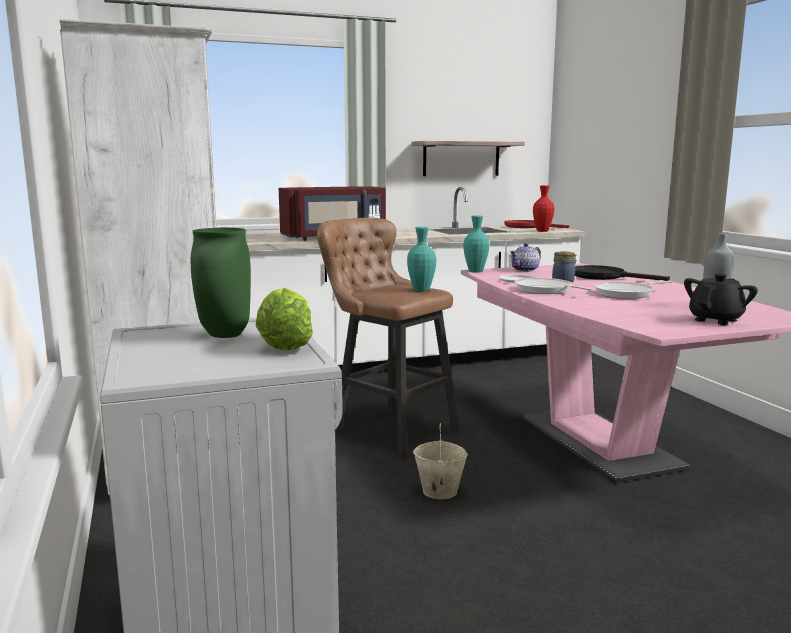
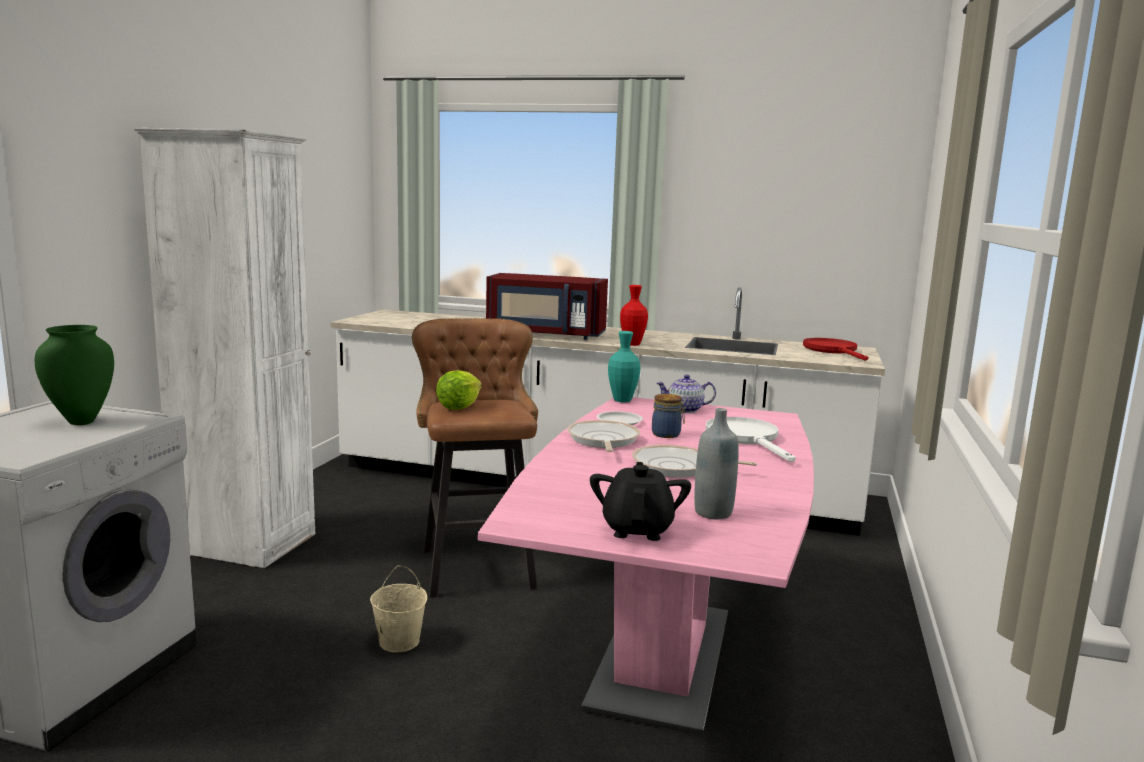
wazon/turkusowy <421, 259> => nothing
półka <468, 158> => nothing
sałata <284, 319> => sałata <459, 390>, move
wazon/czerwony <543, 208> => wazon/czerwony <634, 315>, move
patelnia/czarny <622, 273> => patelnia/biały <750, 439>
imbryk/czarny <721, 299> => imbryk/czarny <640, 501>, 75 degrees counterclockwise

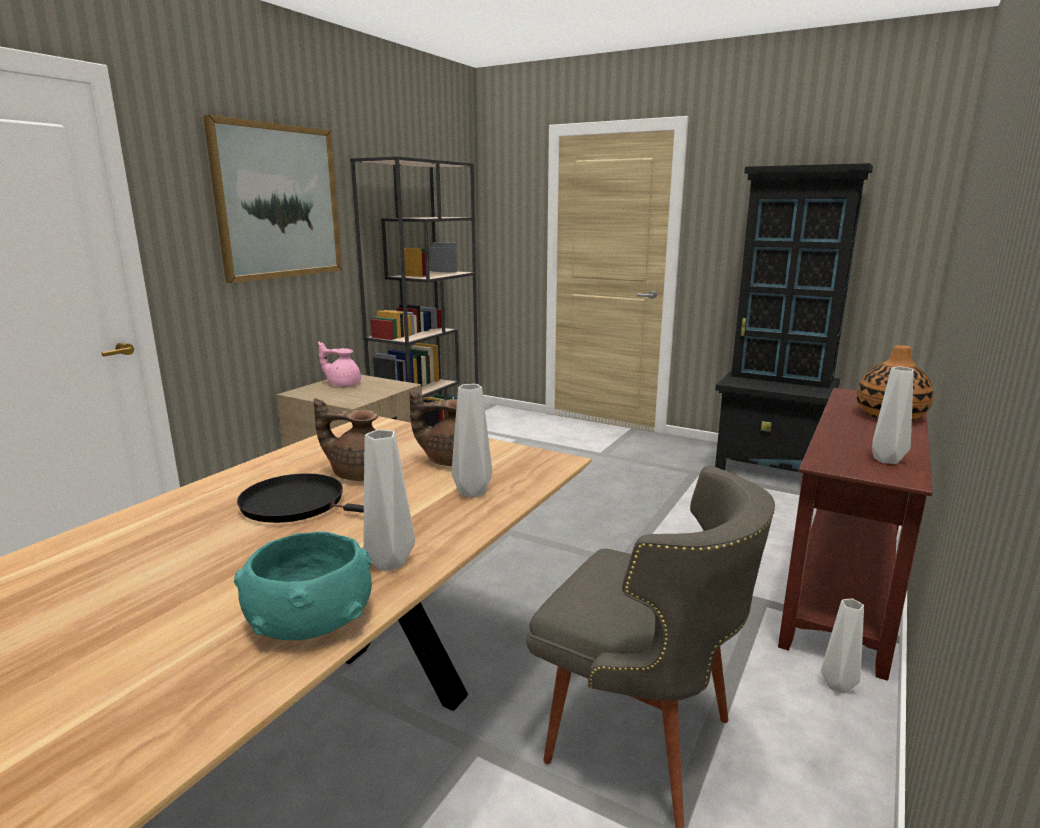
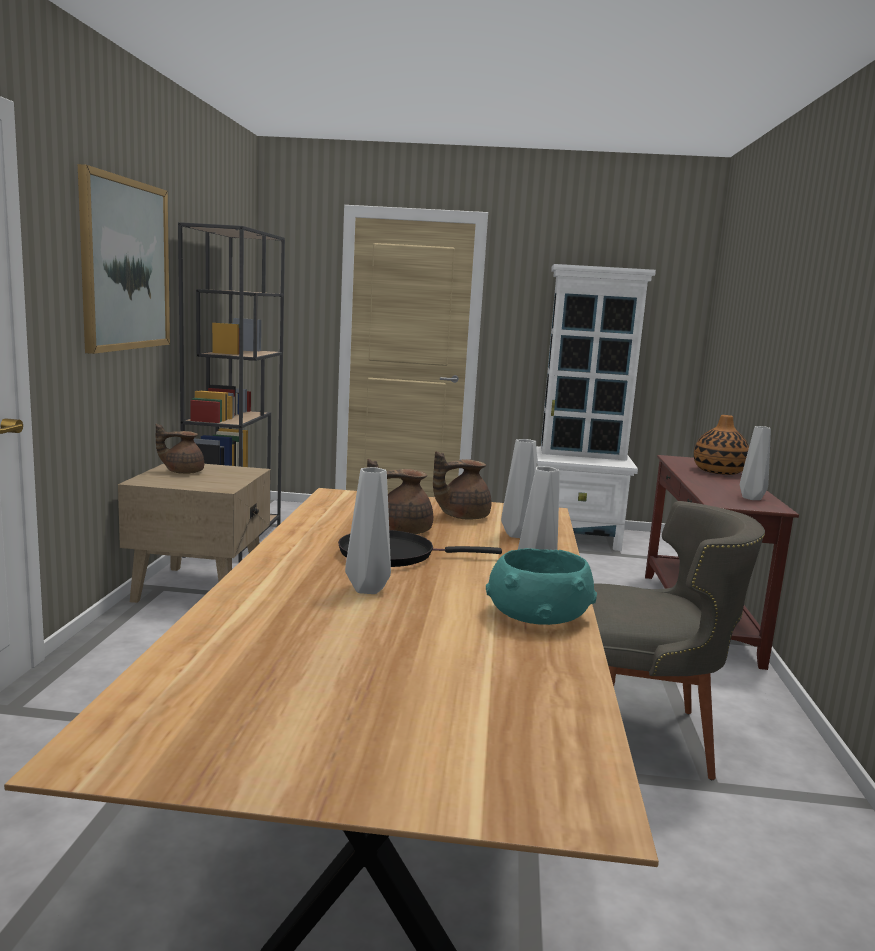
wazon/szary <842, 646> => wazon/szary <368, 530>, move
imbryk/różowy <339, 364> => imbryk/brązowy <180, 449>
szafka/czarny <794, 317> => szafka/biały <596, 407>

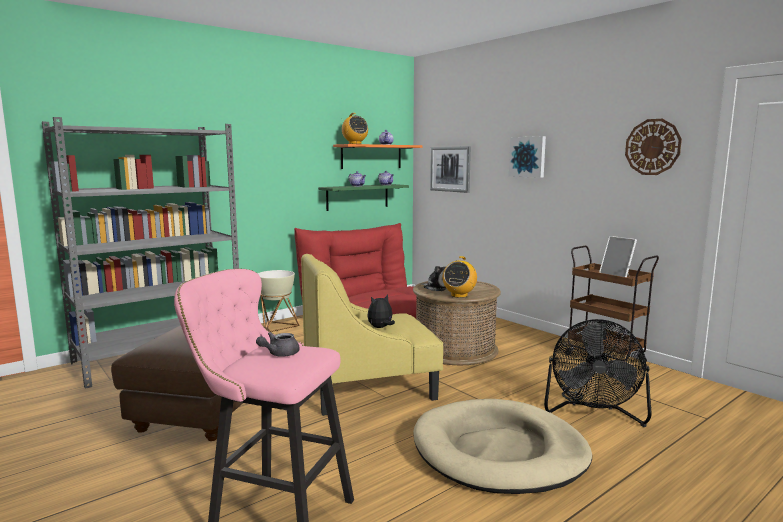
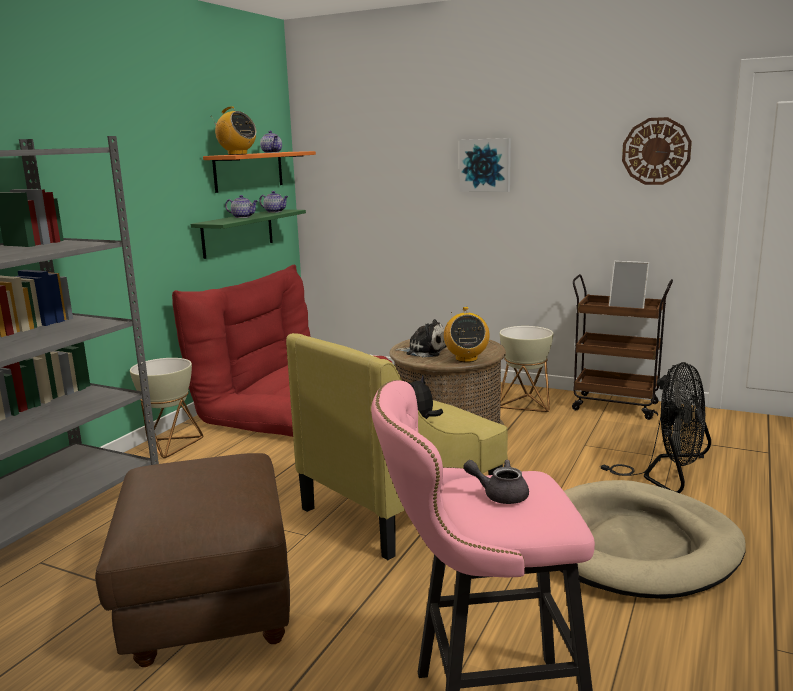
obraz <450, 169> => nothing
nothing => donica <526, 369>
imbryk/szary <278, 344> => imbryk/szary <496, 482>, 90 degrees clockwise
wentylator/czarny <598, 373> => wentylator/czarny <656, 427>, 45 degrees counterclockwise

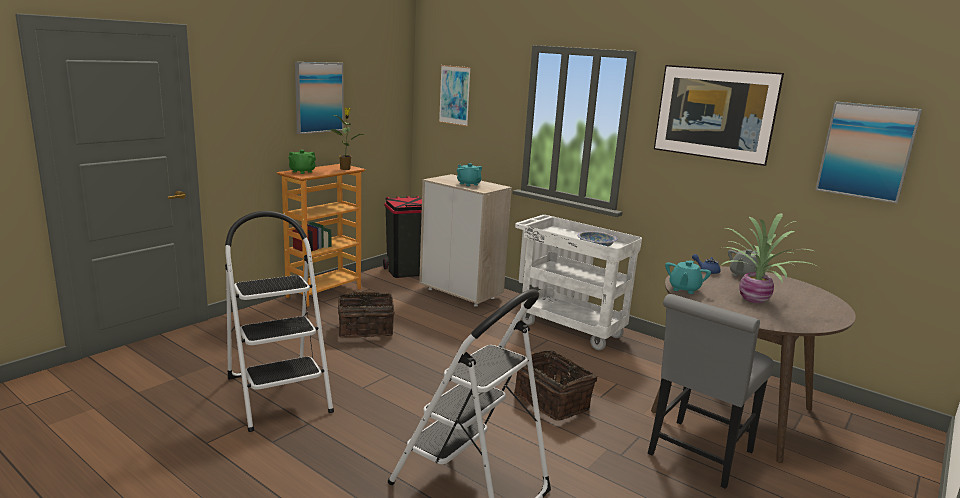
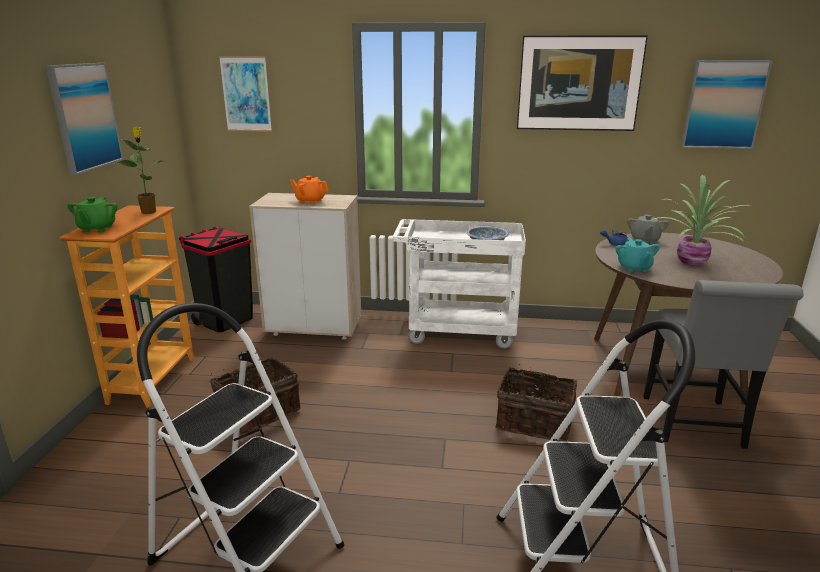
imbryk/turkusowy <469, 174> => imbryk/pomarańczowy <309, 190>

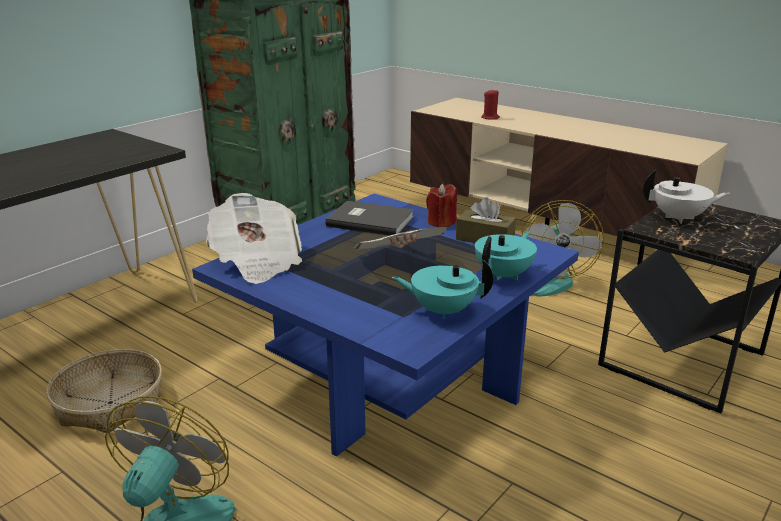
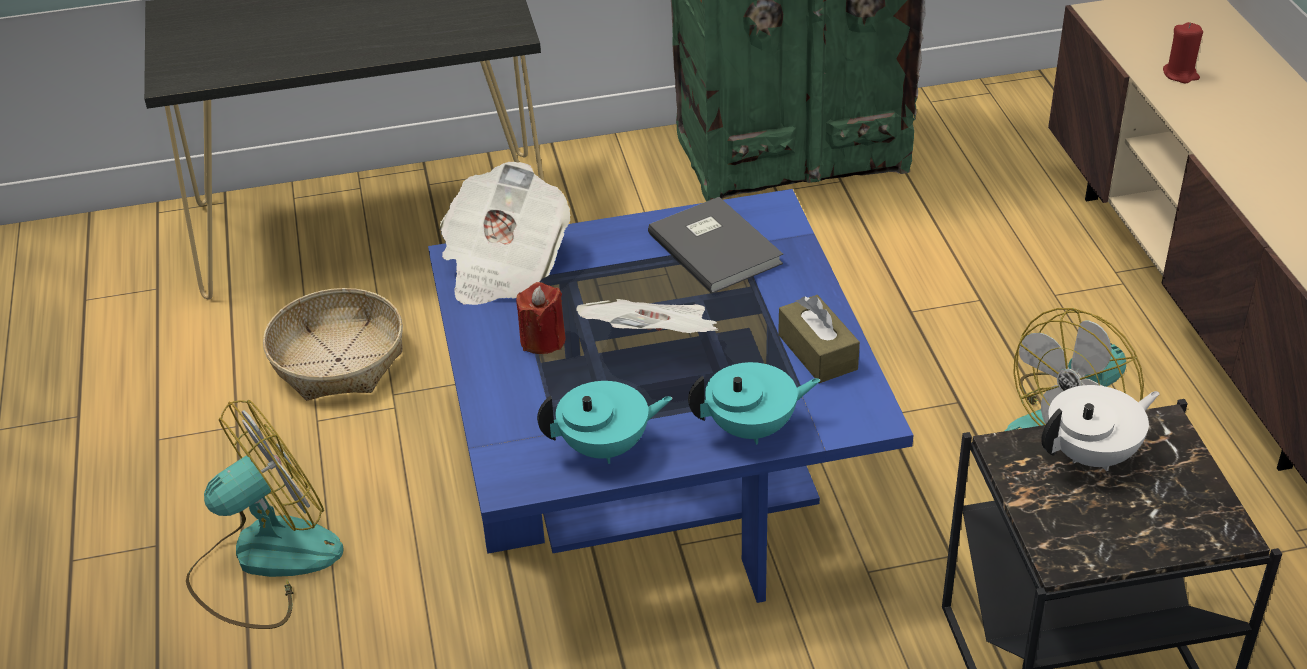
świeca/czerwony <441, 205> => świeca/czerwony <541, 318>, move
imbryk/turkusowy <442, 289> => imbryk/turkusowy <605, 422>, 120 degrees clockwise
imbryk/biały <686, 197> => imbryk/biały <1100, 428>, 75 degrees counterclockwise

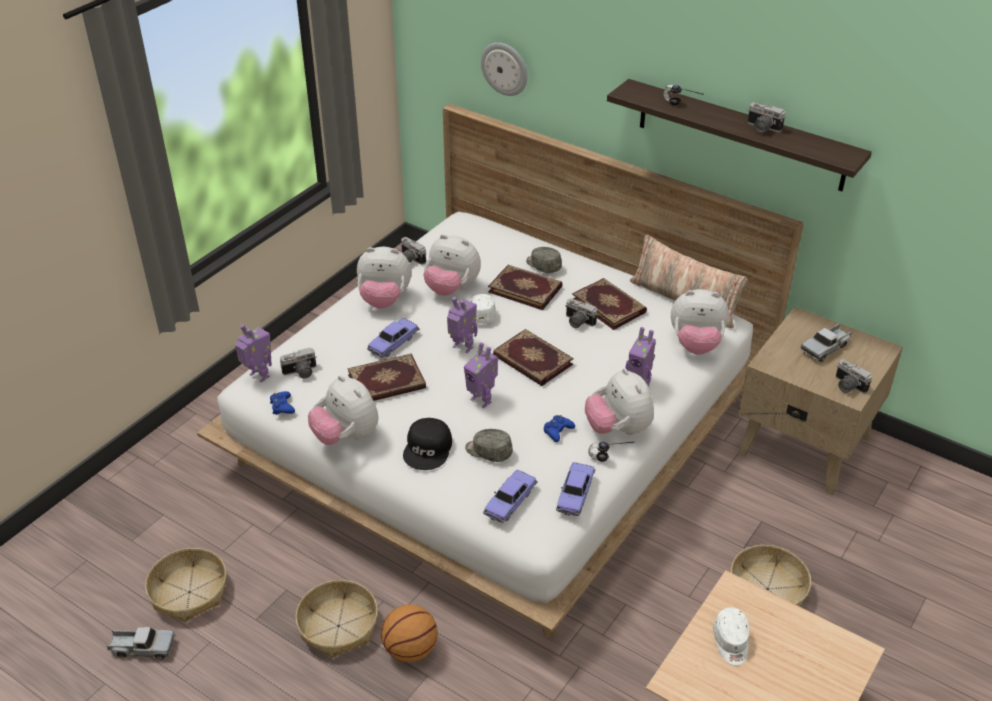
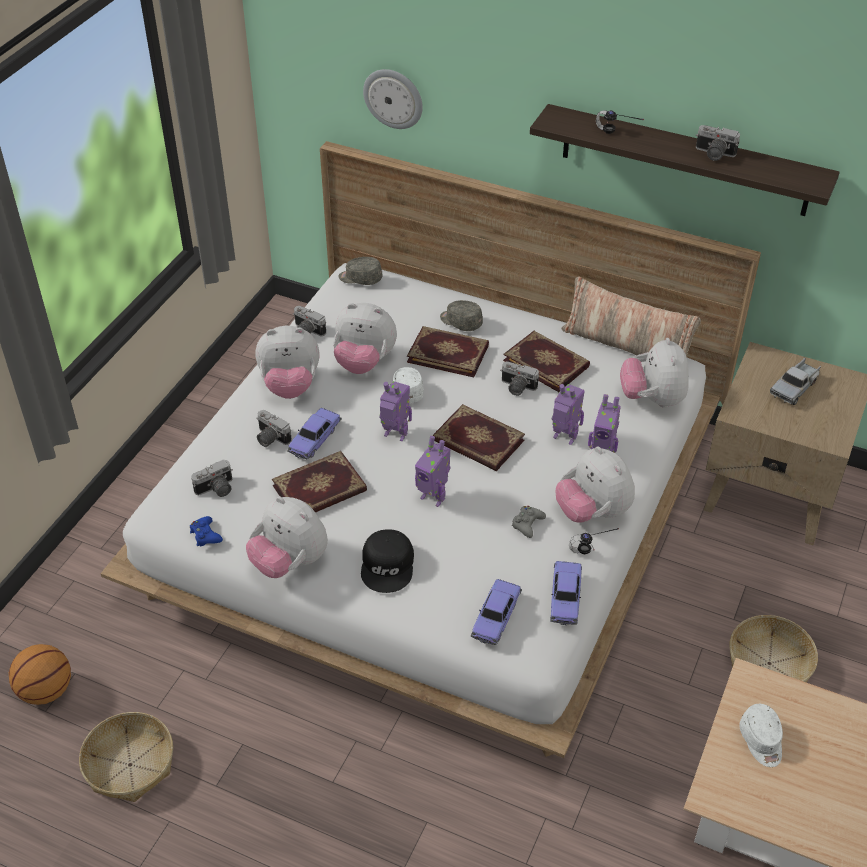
ciężarówka zabawkowa <141, 643> => nothing
koszyk <336, 619> => nothing
robot zabawkowy <253, 353> => robot zabawkowy <568, 414>, move
piłka do koszykówki <409, 633> => piłka do koszykówki <40, 674>, move
czapka z daszkiem/szary <489, 445> => czapka z daszkiem/szary <361, 271>, move
aparat fotograficzny <854, 376> => aparat fotograficzny <274, 428>, move
pad do gier/niebieski <559, 428> => pad do gier/szary <529, 522>
pluszak <700, 322> => pluszak <654, 373>, 90 degrees clockwise

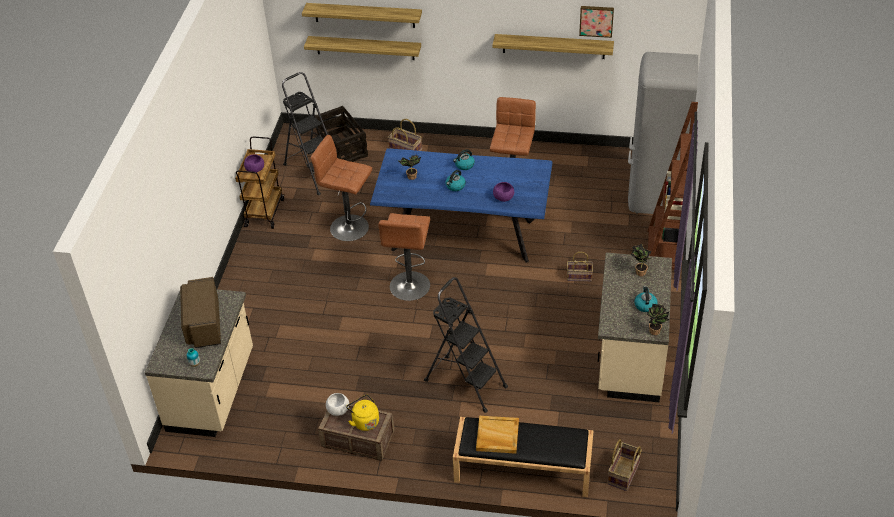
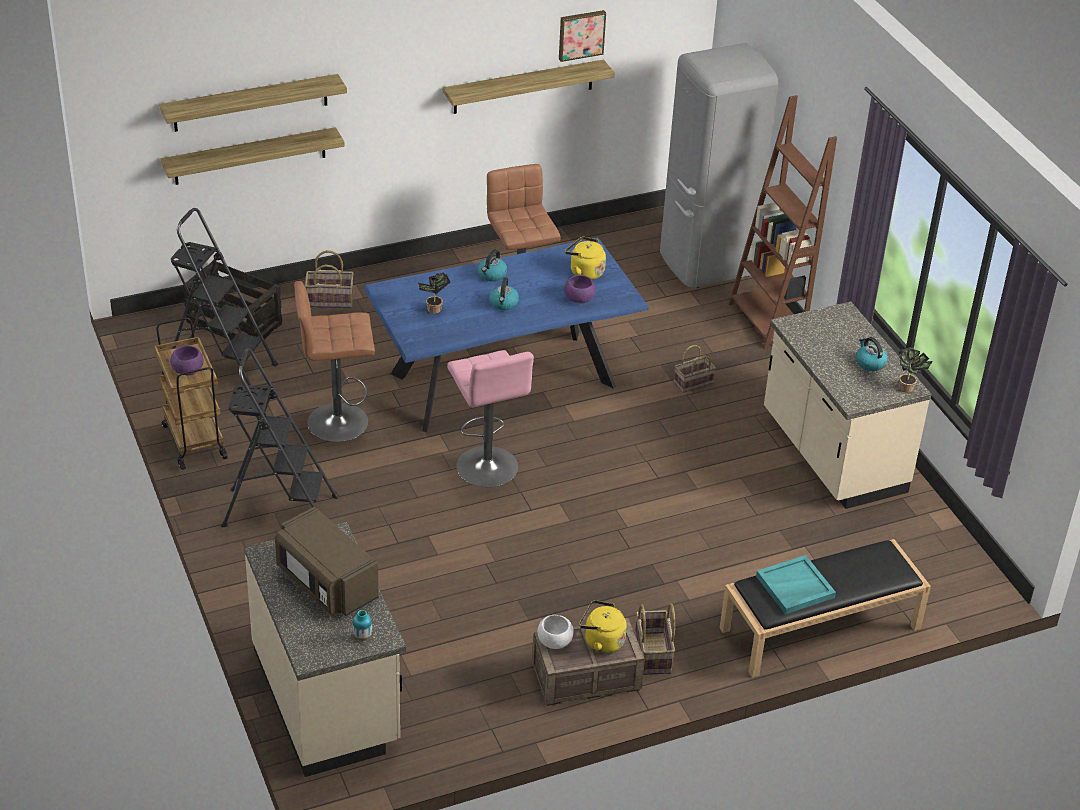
roślina doniczkowa <641, 260> => nothing
nothing => czajnik/żółty <585, 258>
drabinka <466, 345> => drabinka <279, 437>, move
koszyk <625, 465> => koszyk <655, 639>, move
stołek/brązowy <404, 257> => stołek/różowy <490, 418>
taca/beżowy <497, 435> => taca/turkusowy <796, 584>

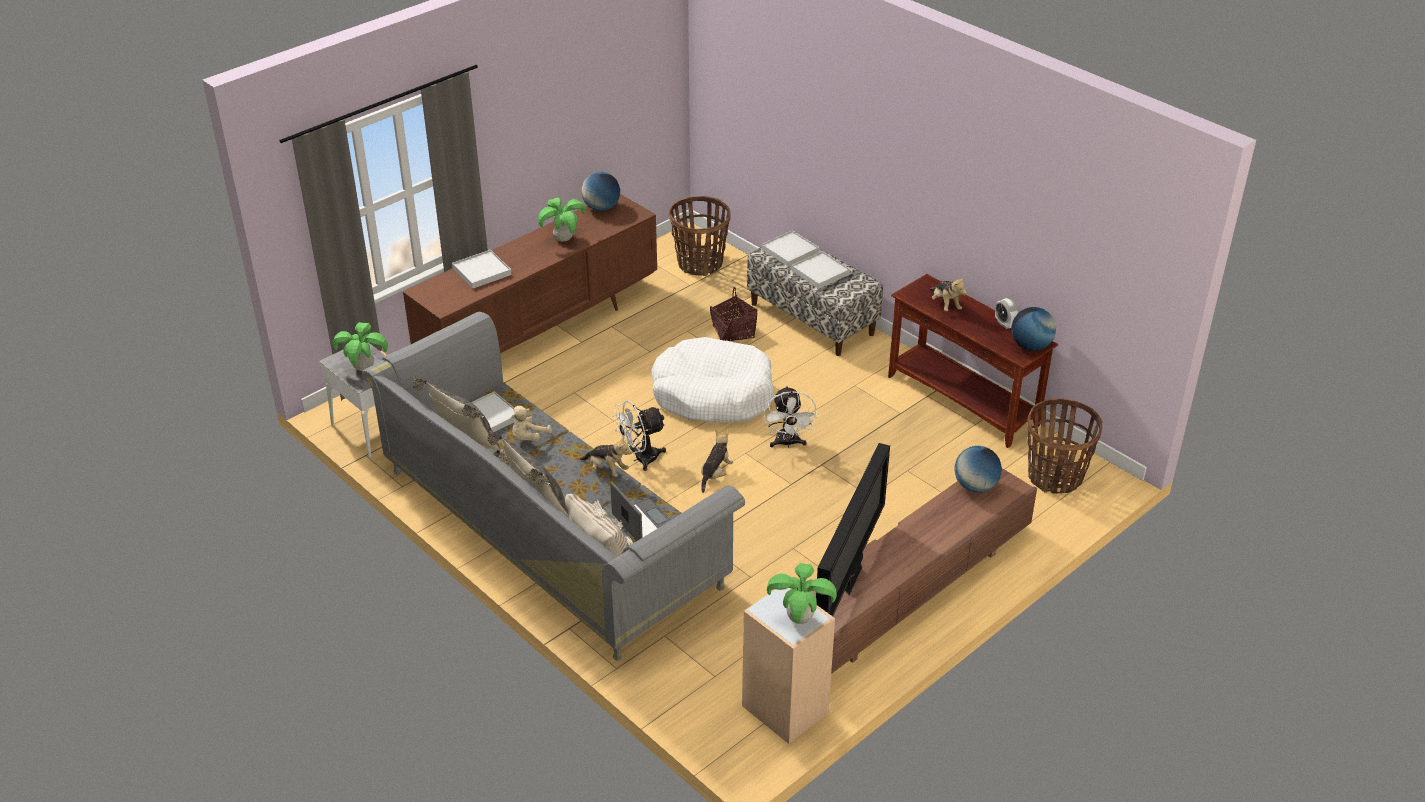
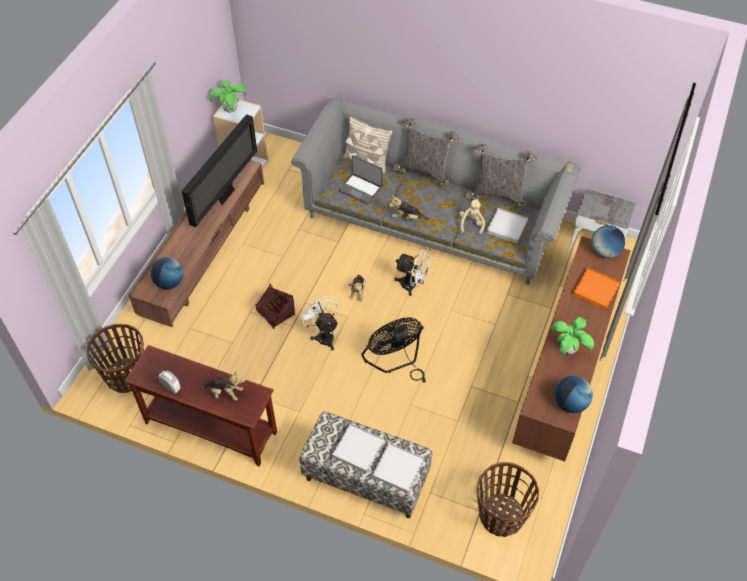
roślina doniczkowa <360, 346> => nothing
koszyk <733, 314> => koszyk <275, 306>, move
globus <1033, 329> => globus <608, 241>, move
legowisko/biały <712, 380> => wentylator/czarny <394, 350>
taca/biały <482, 269> => taca/pomarańczowy <597, 289>
wentylator/biały <639, 435> => wentylator/biały <413, 272>, 75 degrees clockwise
telewizor <853, 529> => telewizor <219, 170>, 150 degrees counterclockwise
pluszak <948, 294> => pluszak <223, 385>, 150 degrees clockwise

